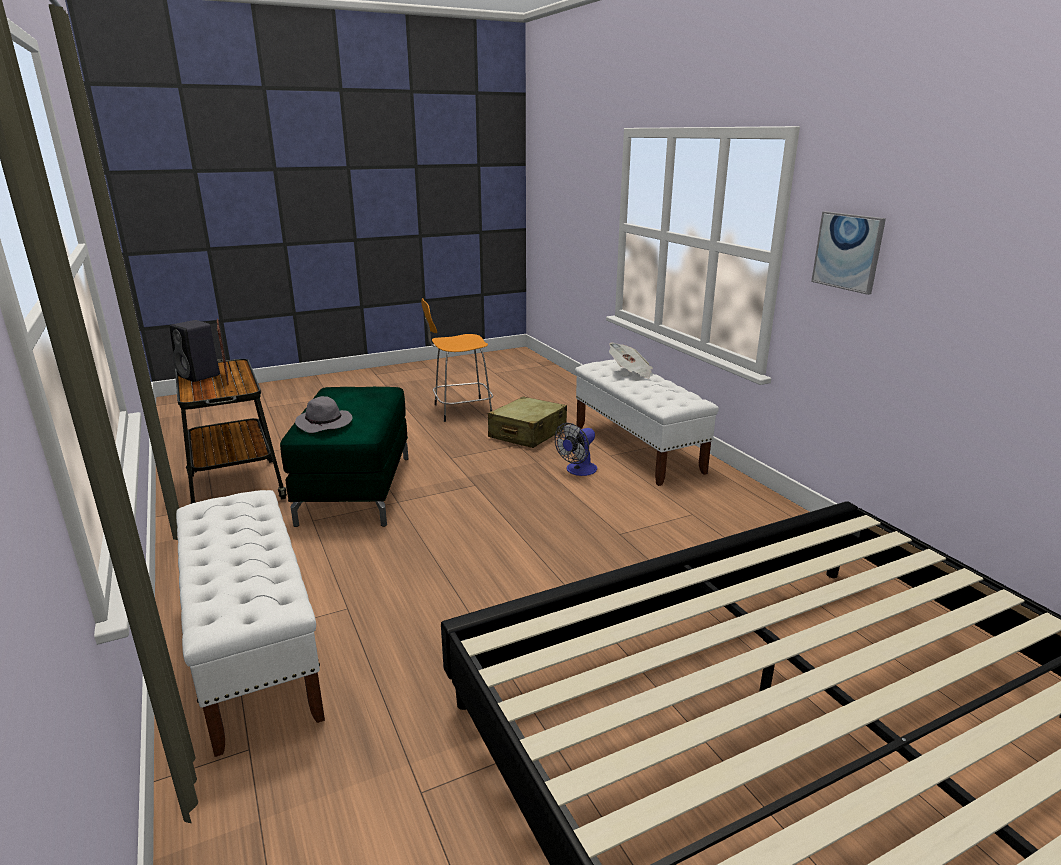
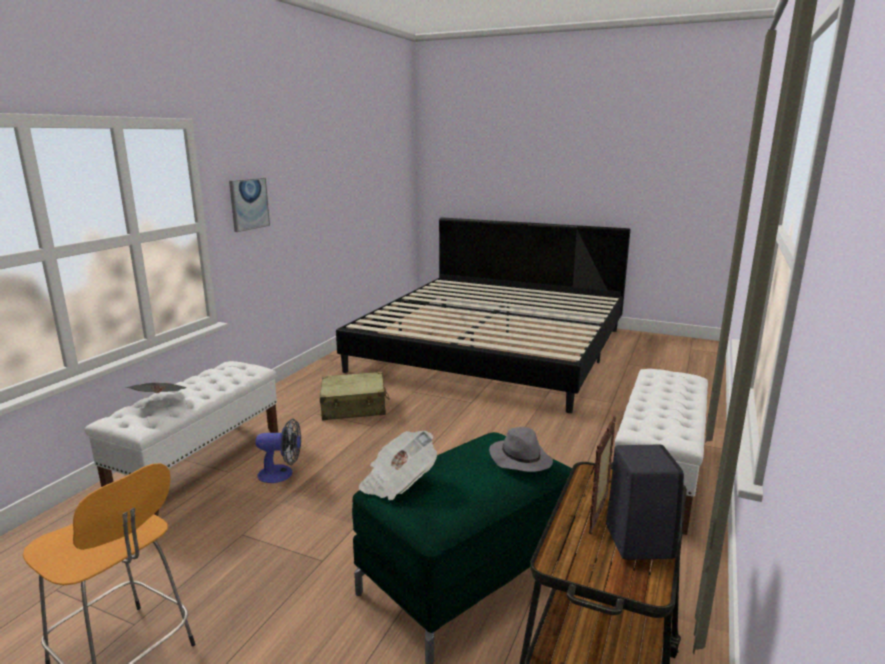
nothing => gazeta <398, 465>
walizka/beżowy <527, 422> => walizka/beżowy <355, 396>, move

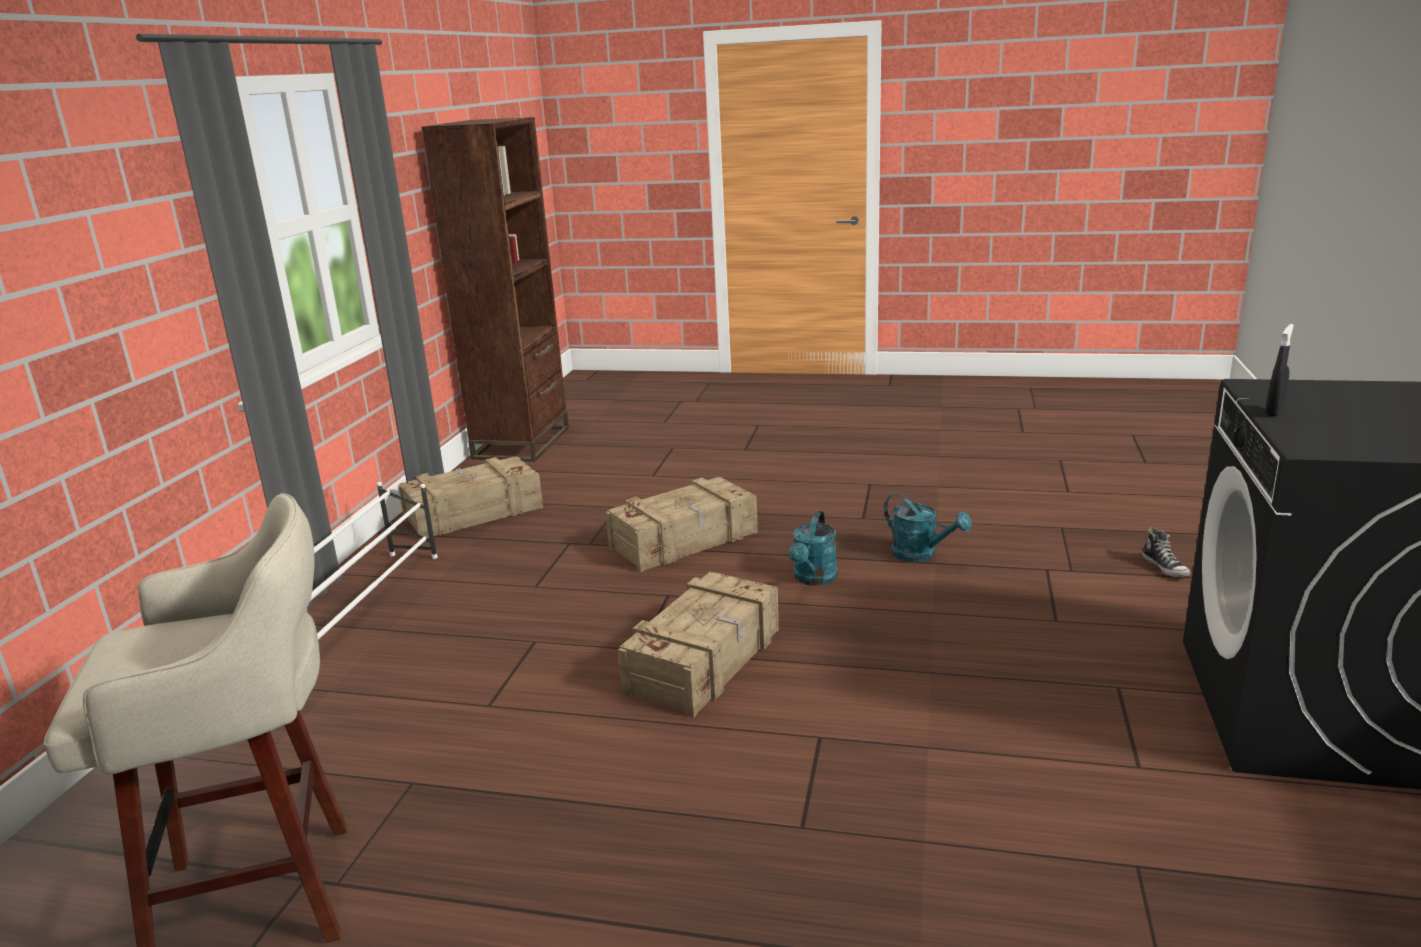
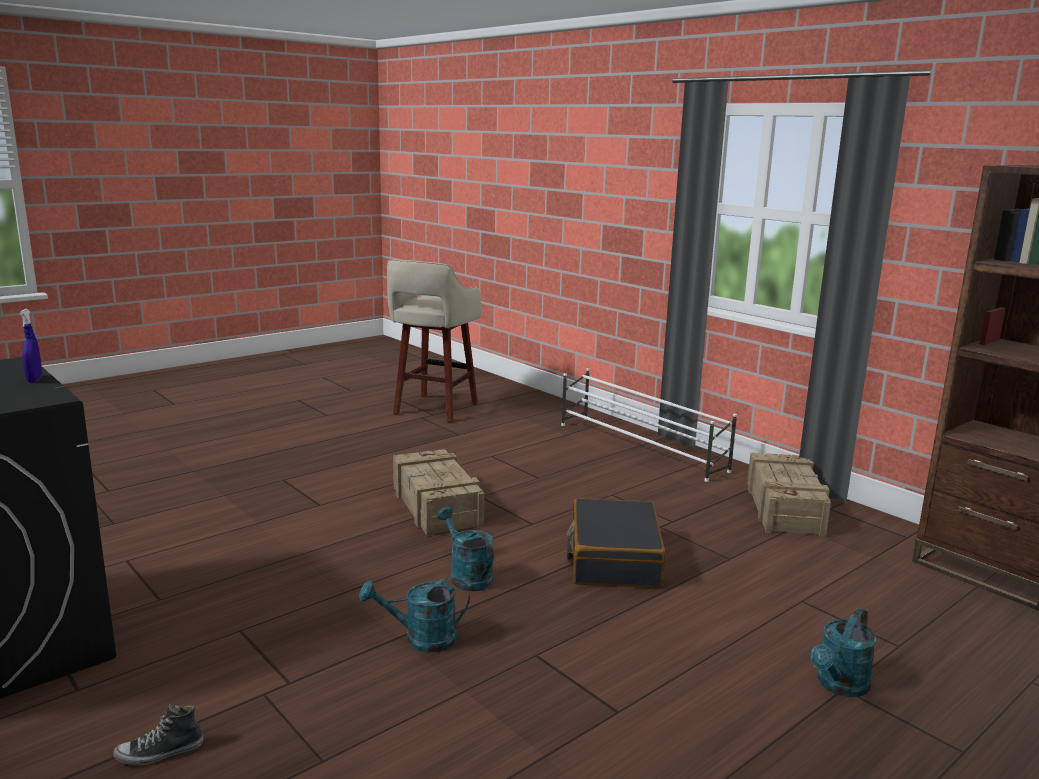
nothing => konewka/turkusowy <843, 652>
skrzynka <681, 524> => walizka/czarny <616, 543>
spryskiwacz/czarny <1280, 370> => spryskiwacz/niebieski <30, 345>
but <1166, 552> => but <158, 734>, 45 degrees counterclockwise

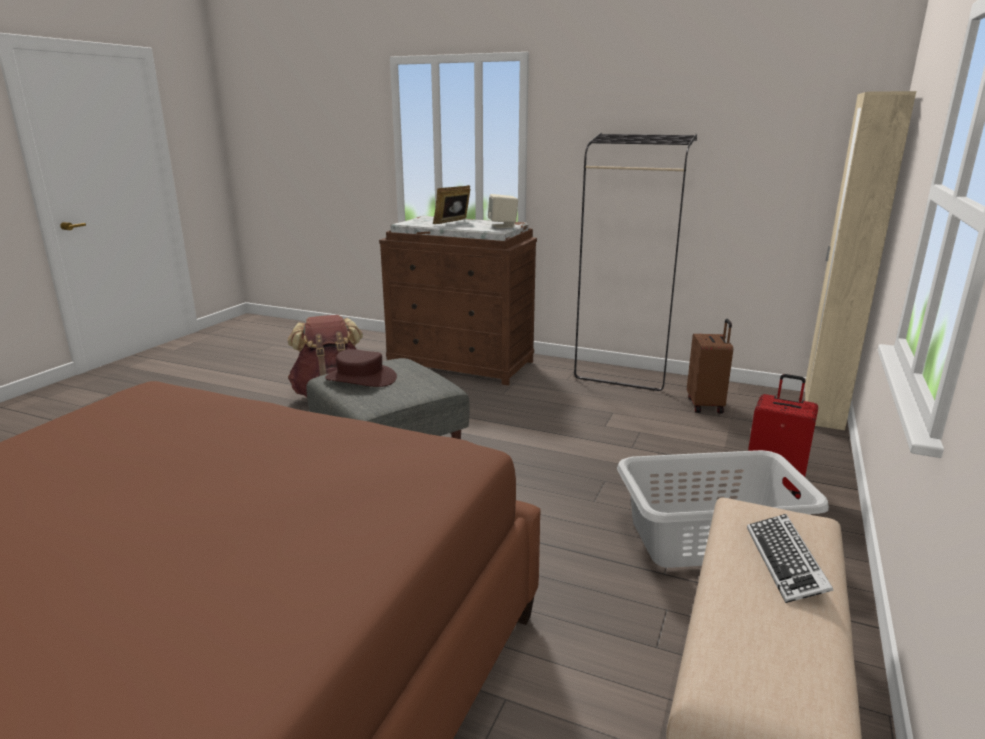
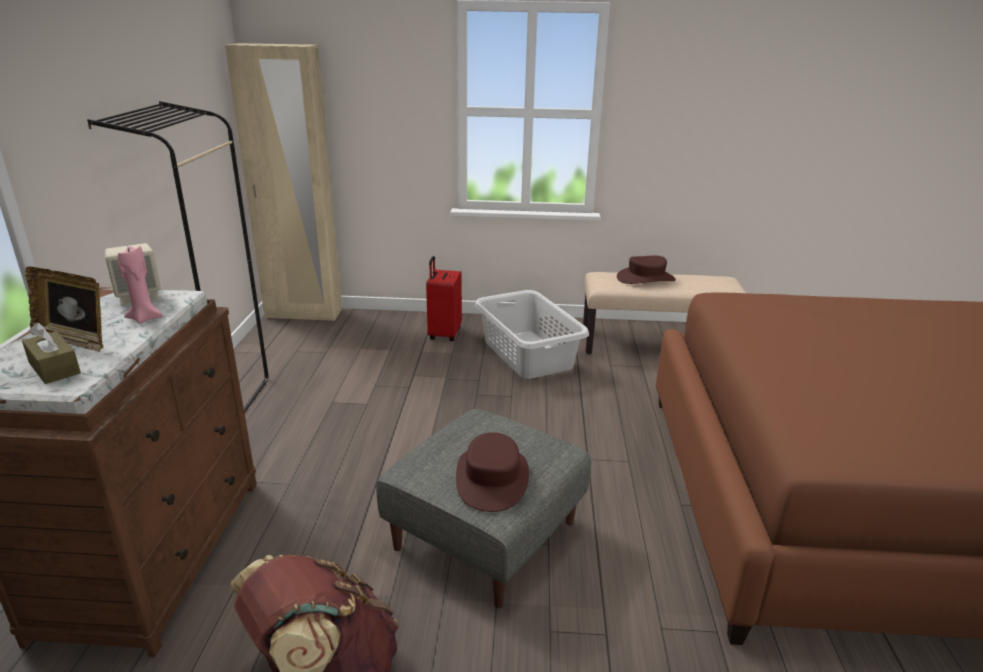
walizka/brązowy <710, 366> => nothing
nothing => pudełko chusteczek/brązowy <51, 353>
nothing => świeca/różowy <140, 285>
klawiatura <790, 558> => kapelusz/brązowy <646, 270>

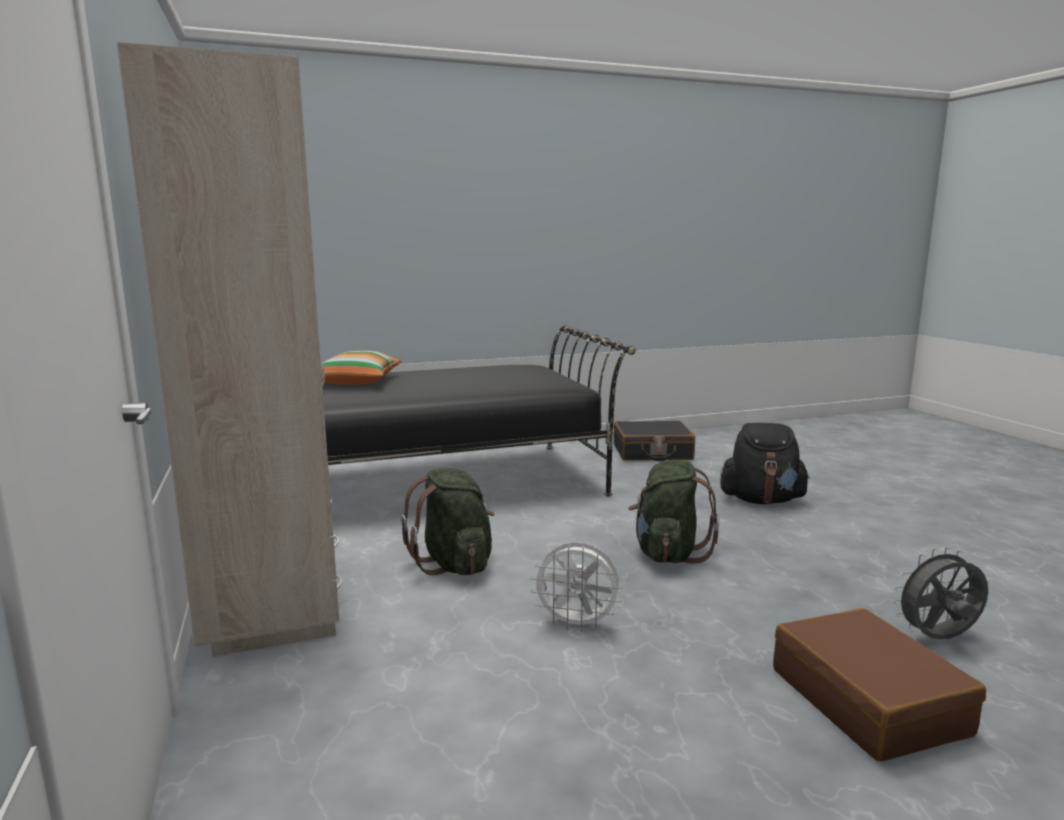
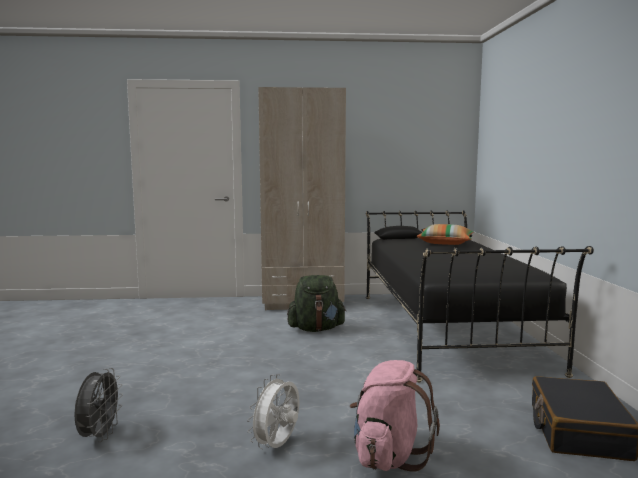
plecak/zielony <673, 512> => nothing
walizka/brązowy <879, 685> => nothing
wentylator/biały <576, 587> => wentylator/biały <273, 411>, move
plecak/czarny <765, 463> => plecak/różowy <395, 416>

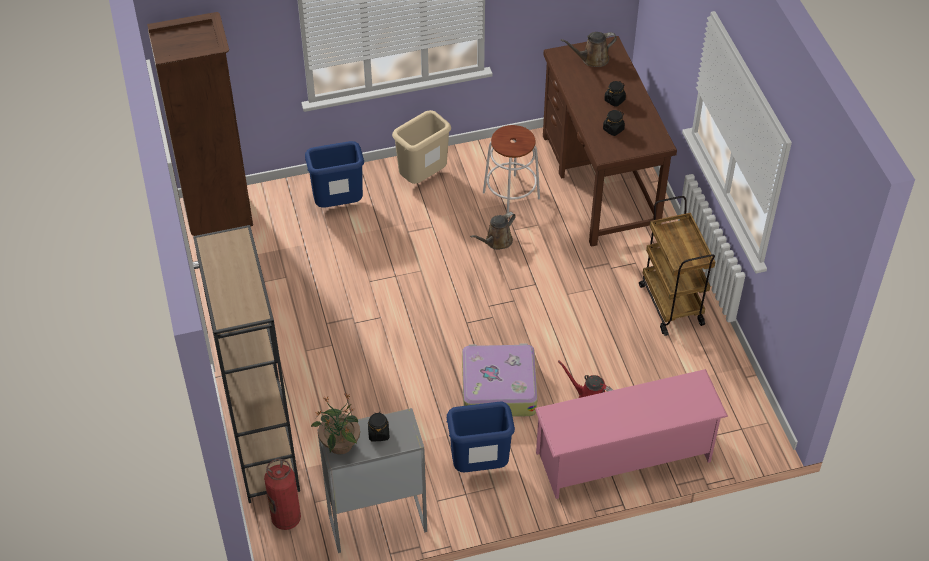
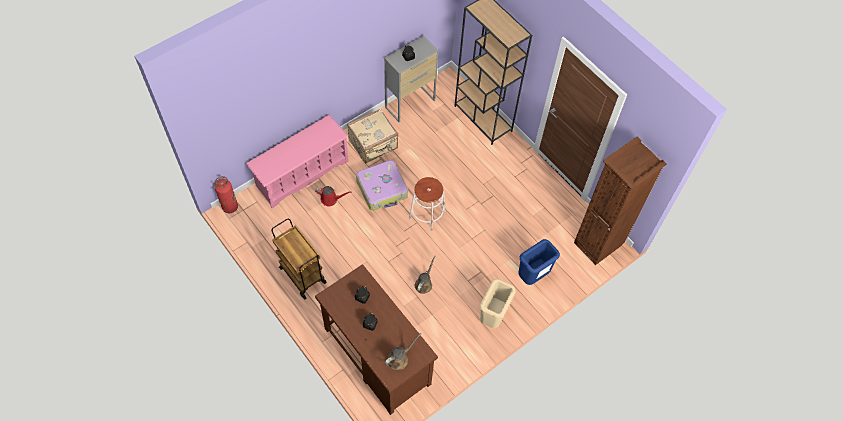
roślina doniczkowa <335, 423> => nothing
gaśnica <282, 494> => gaśnica <226, 194>, move
stołek/biały <511, 169> => stołek/biały <427, 204>, move
kosz na śmieci/niebieski <481, 437> => walizka/beżowy <372, 136>

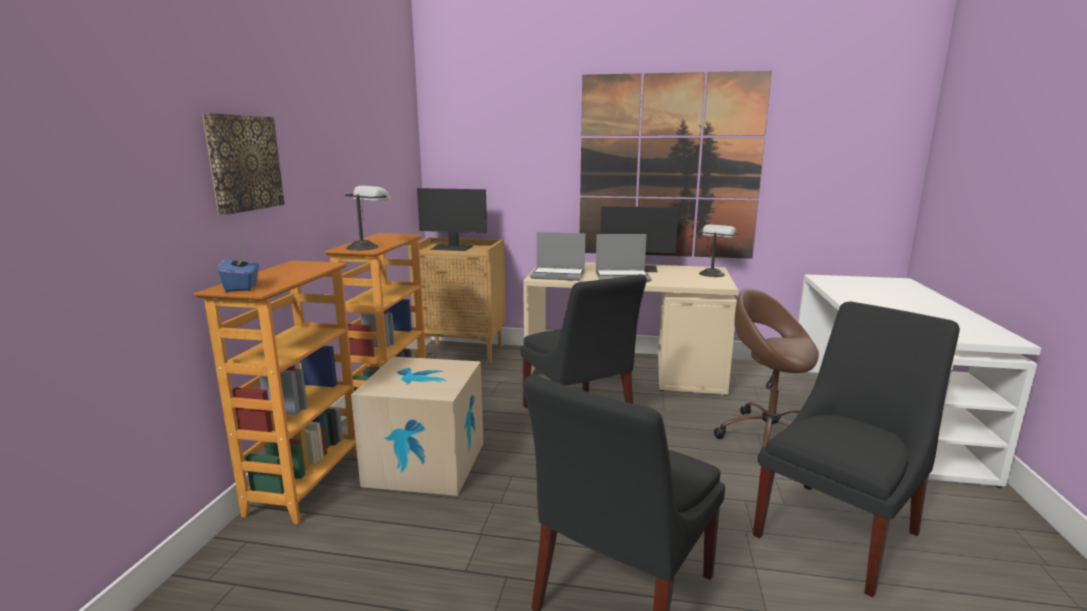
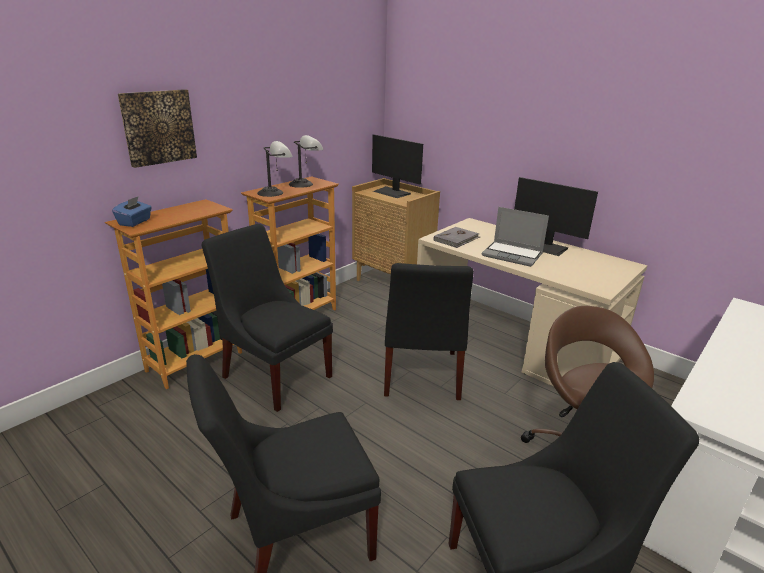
obraz <676, 165> => nothing
lampa stołowa <718, 250> => lampa stołowa <306, 161>, move
karton <417, 426> => krzesło/czarny <267, 318>
laptop <557, 256> => książka/szary <457, 237>

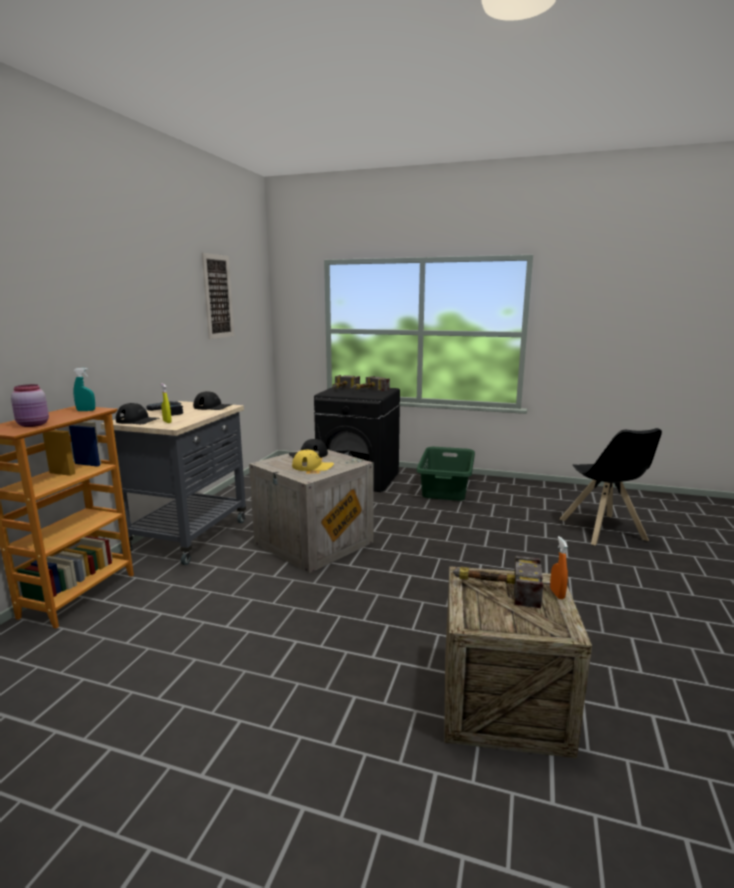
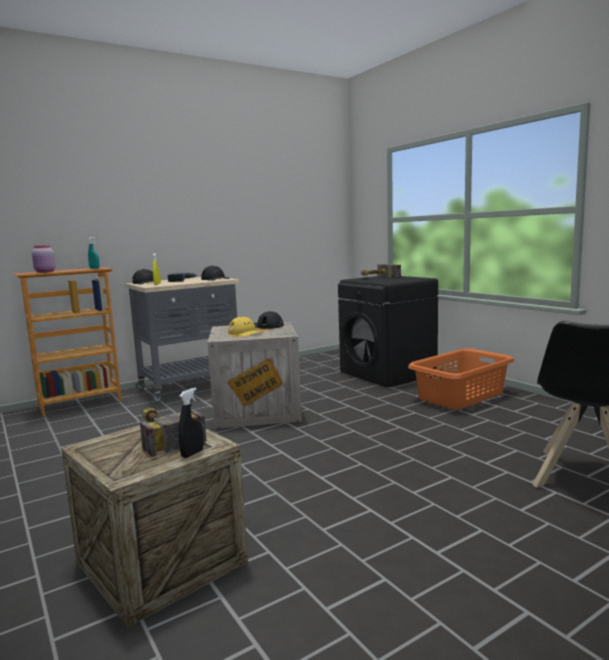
obraz <218, 296> => nothing
młotek <371, 383> => nothing
kosz na pranie/zielony <445, 474> => kosz na pranie/pomarańczowy <461, 379>
spryskiwacz/pomarańczowy <559, 567> => spryskiwacz/czarny <191, 423>

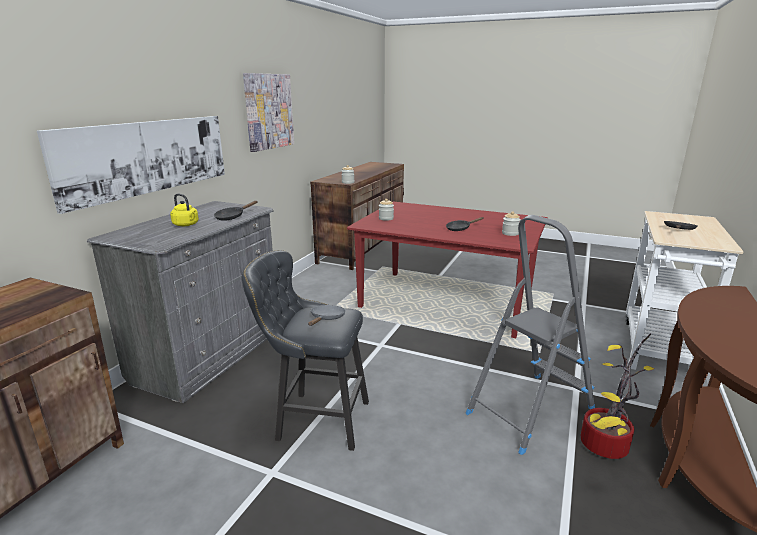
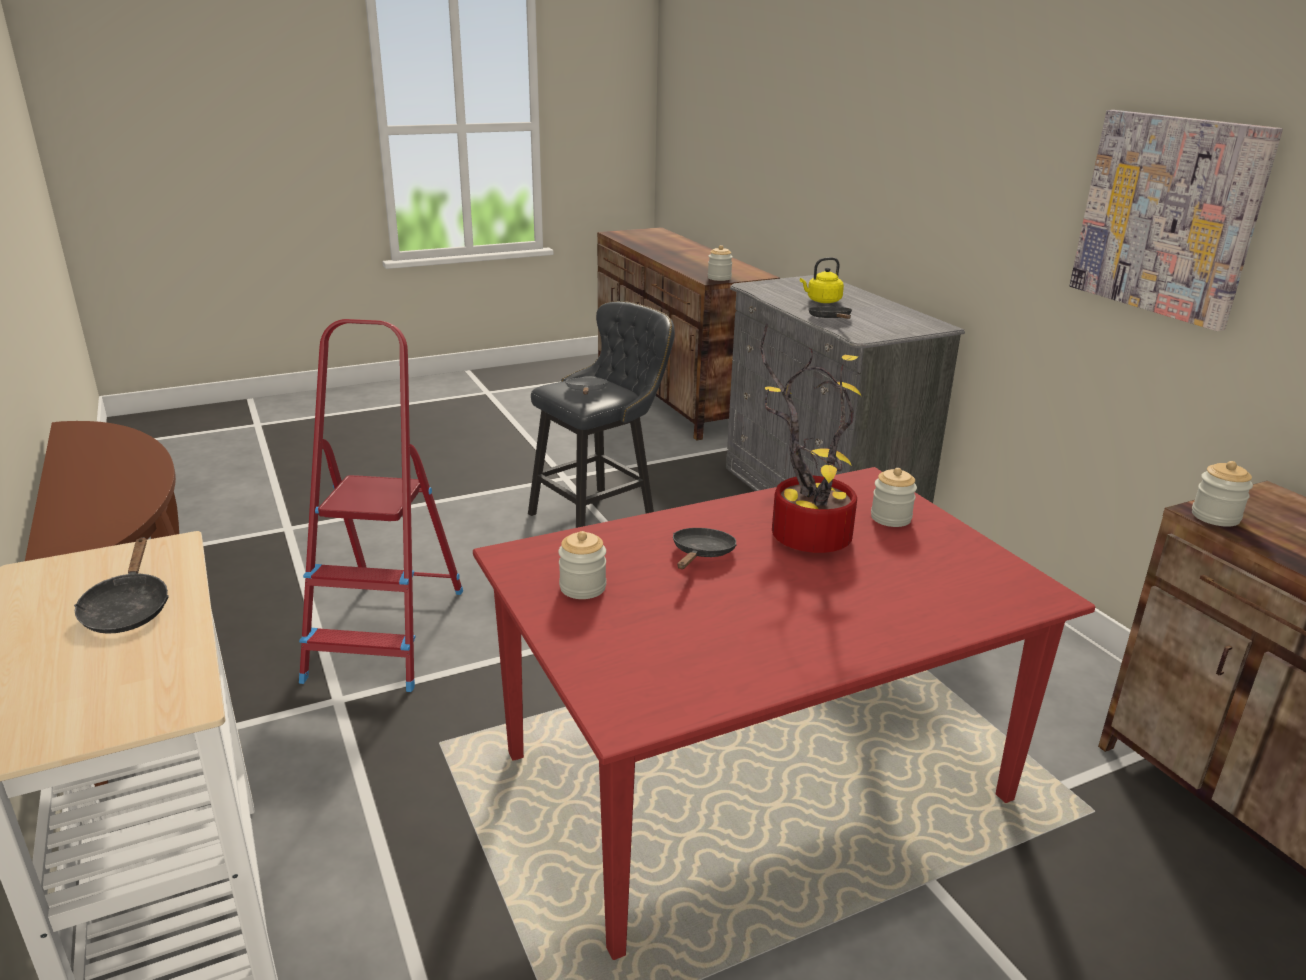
obraz <131, 165> => nothing
nothing => słoik <720, 263>
roślina doniczkowa <617, 396> => roślina doniczkowa <811, 438>, move
drabinka/szary <530, 335> => drabinka/czerwony <381, 505>
patelnia/szary <327, 315> => patelnia/szary <587, 386>, 150 degrees counterclockwise

